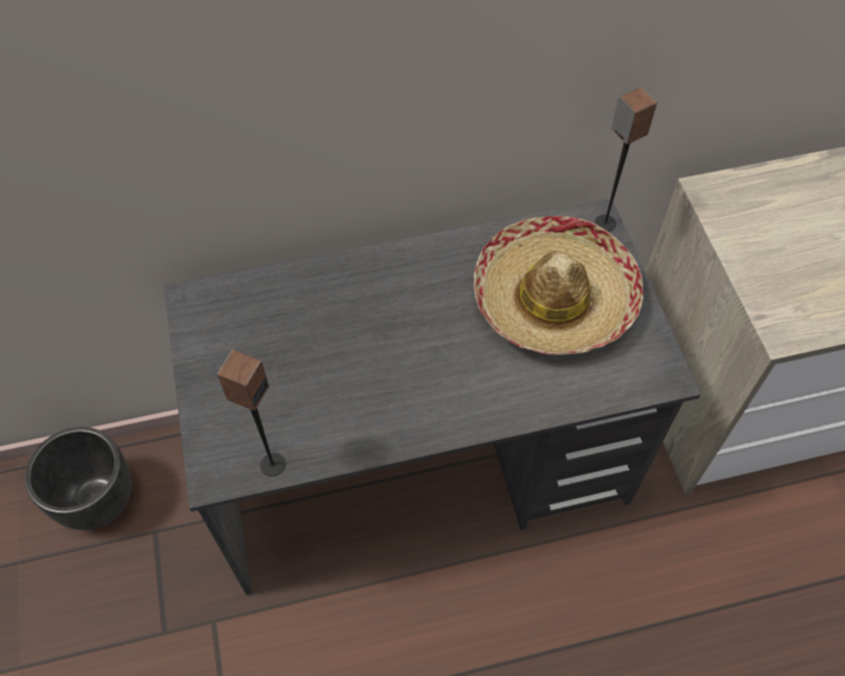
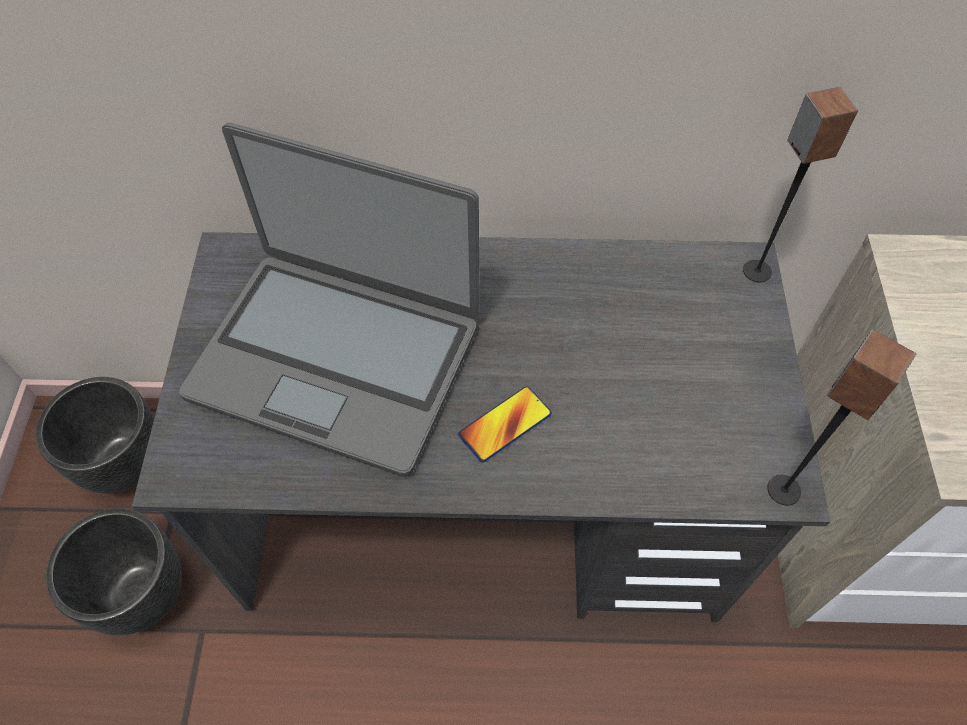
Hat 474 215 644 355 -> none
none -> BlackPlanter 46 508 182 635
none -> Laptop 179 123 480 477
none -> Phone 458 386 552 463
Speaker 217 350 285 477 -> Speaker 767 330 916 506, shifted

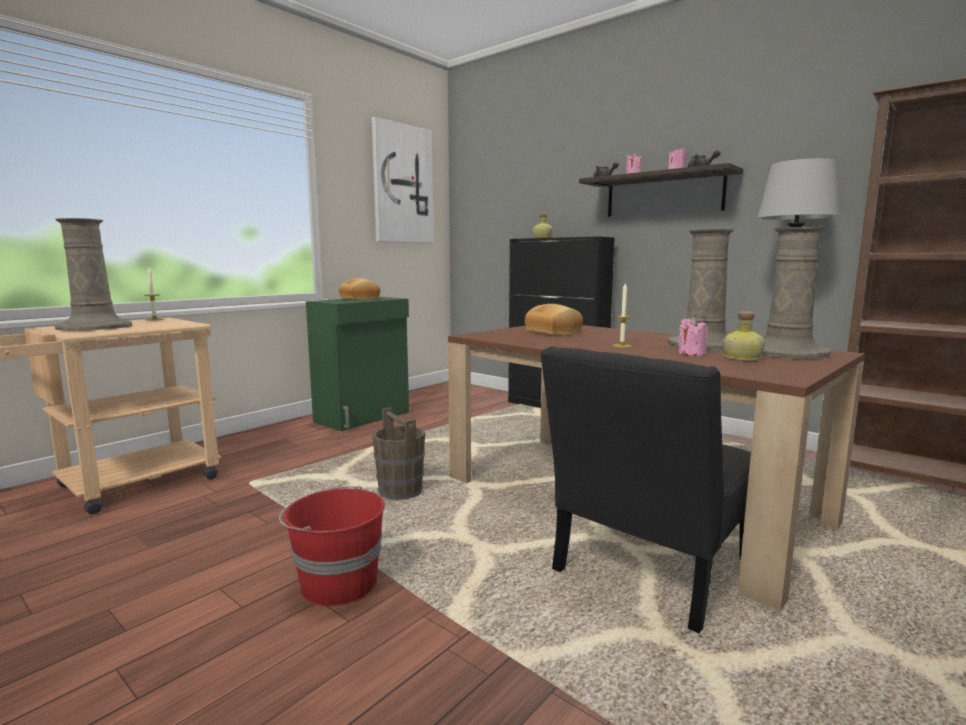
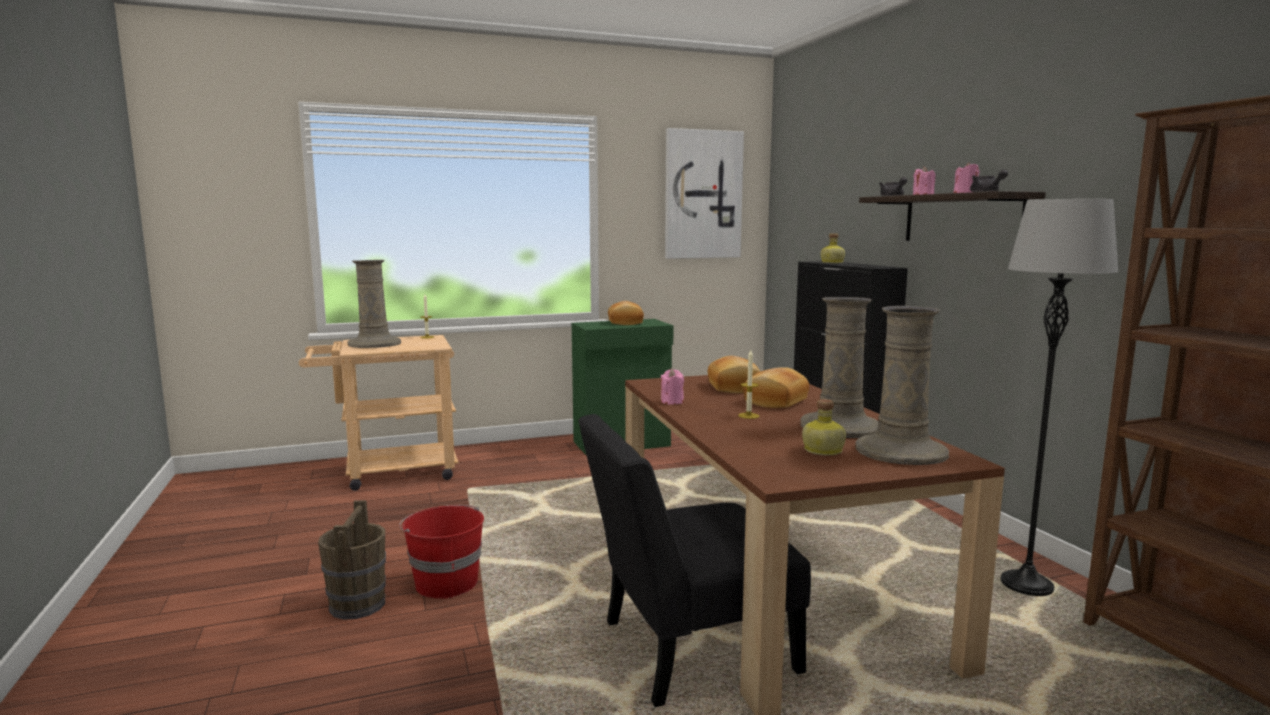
none -> Bread 743 367 809 408
BrownBucket 372 407 425 500 -> BrownBucket 318 500 386 620, shifted
PinkCandle 678 317 708 356 -> PinkCandle 660 369 684 405, shifted

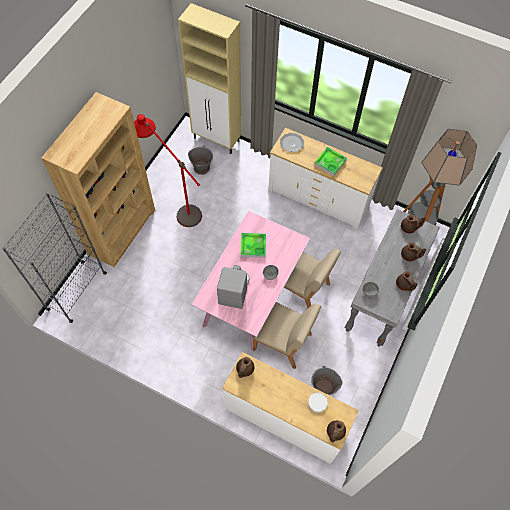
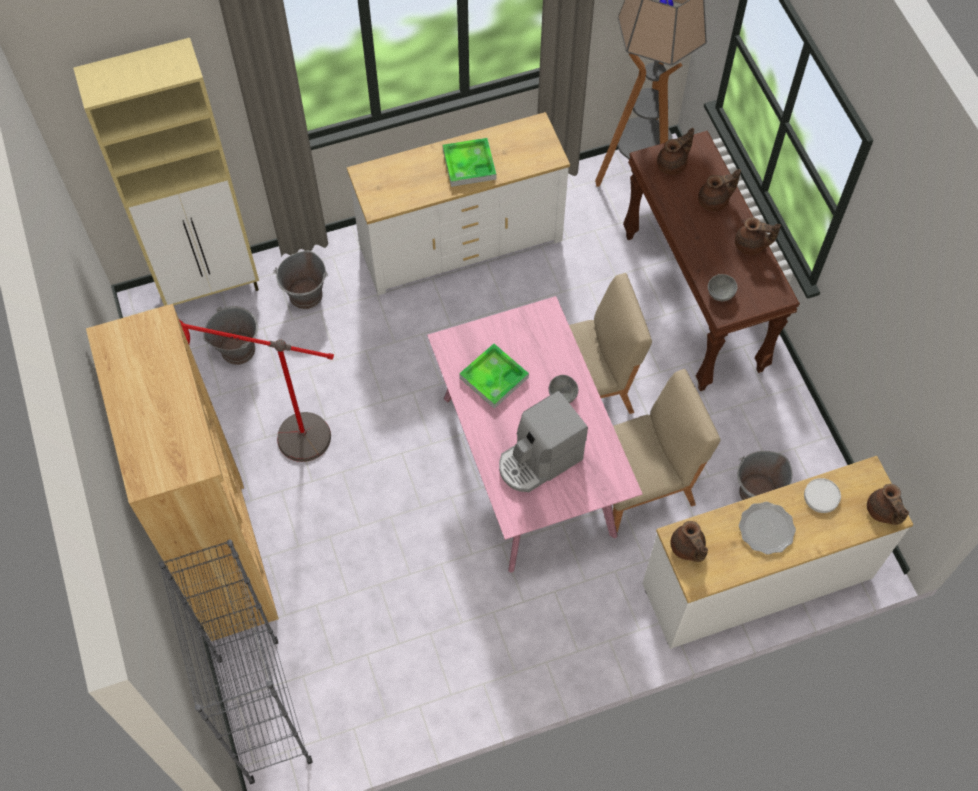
none -> GreyBucket 273 251 328 309
Plate 280 133 304 152 -> Plate 739 502 796 555, shifted
GreyConsoleTable 345 209 440 347 -> BrownConsoleTable 623 131 800 391
CoffeeMachine 217 265 250 309 -> CoffeeMachine 499 391 588 492, 90 degrees counterclockwise

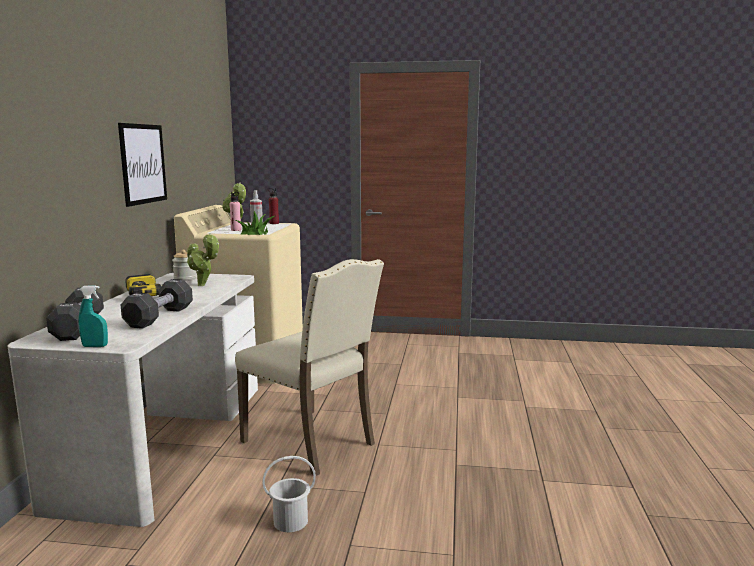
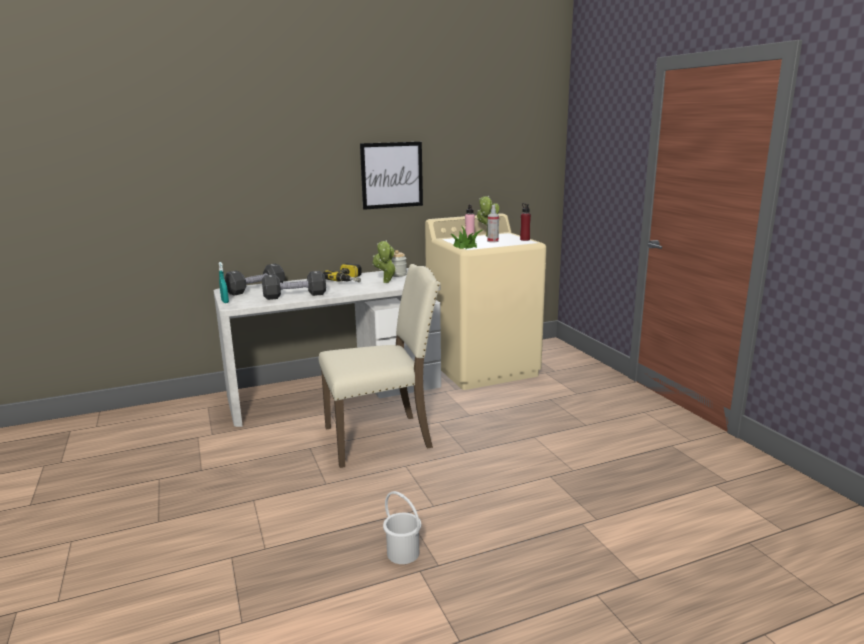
WhiteBucket 262 456 316 532 -> WhiteBucket 383 491 421 564, shifted
BeigeChair 235 259 384 476 -> BeigeChair 319 264 441 468, 120 degrees counterclockwise

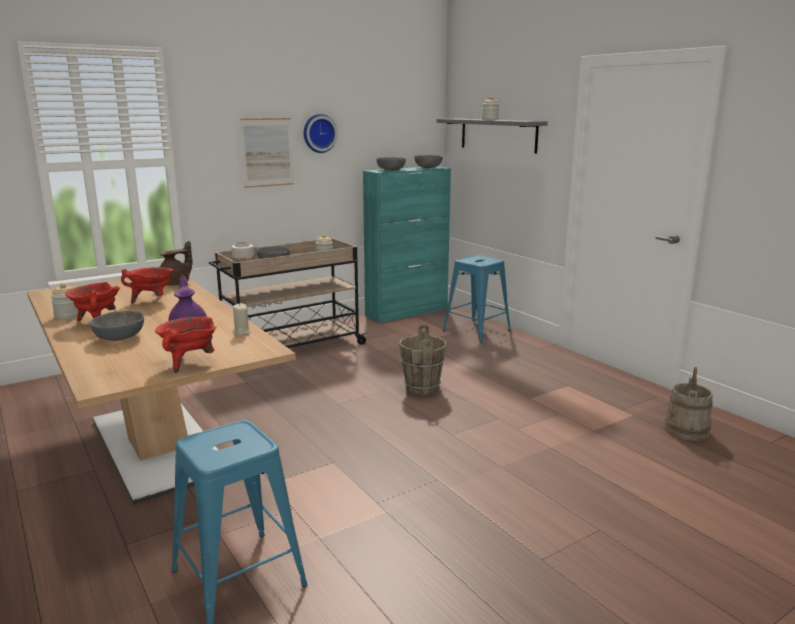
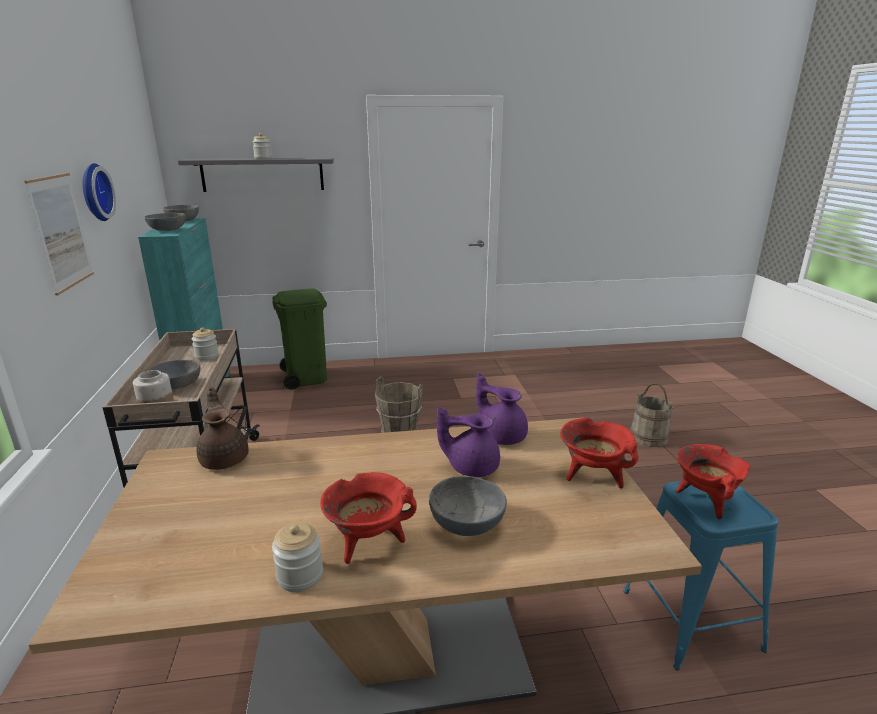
RedCookingPot 121 267 173 304 -> RedCookingPot 676 444 751 519, shifted
BeigeBucket 664 367 713 441 -> BeigeBucket 630 383 674 447, shifted
BeigeCandle 233 303 250 335 -> PurpleTeapot 476 373 528 445
BlueStool 443 255 511 343 -> GreenTrashCan 272 289 327 390

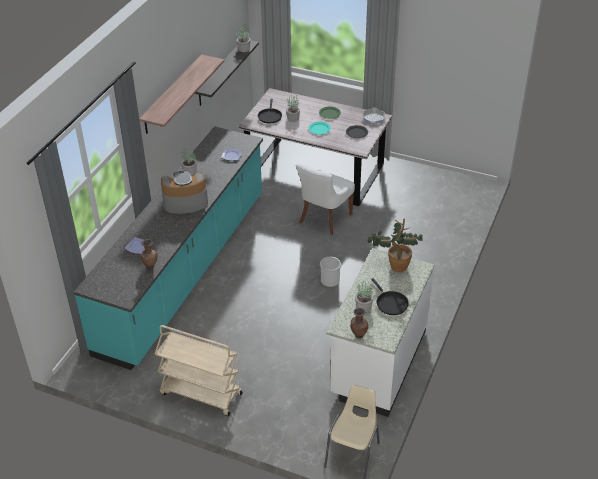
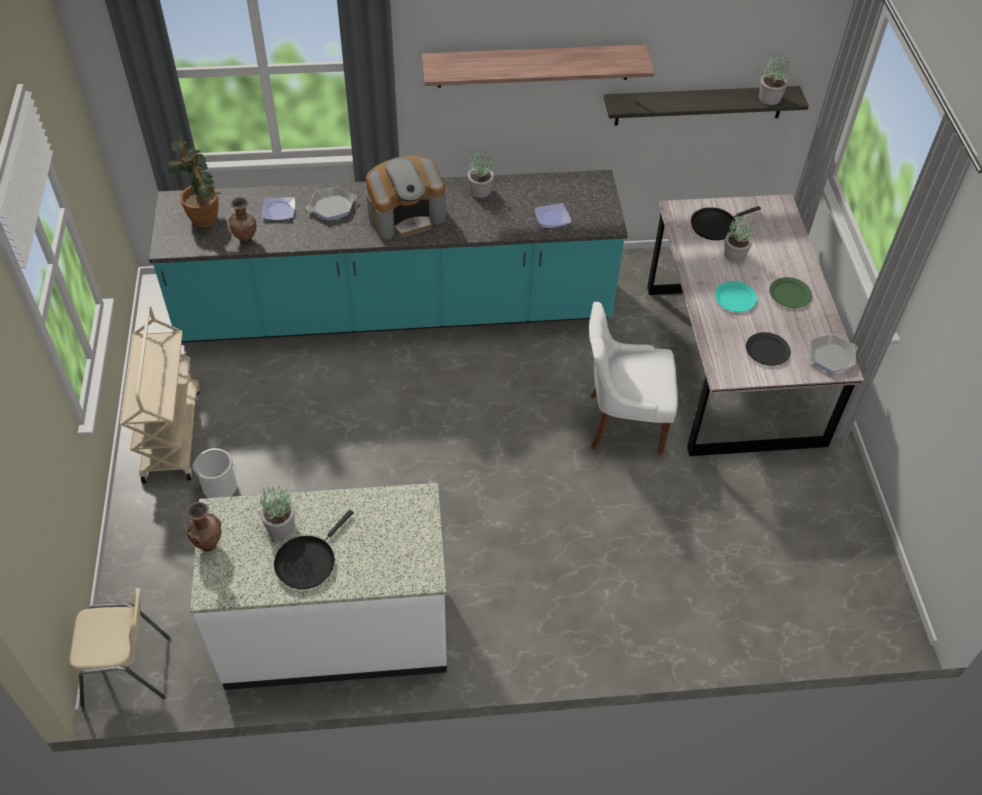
none -> FryingPan 306 187 357 221
Bucket 320 257 341 287 -> Bucket 192 448 237 498, shifted
PottedPlant 367 218 423 272 -> PottedPlant 167 136 221 228, shifted
CoffeeMachine 161 171 208 214 -> CoffeeMachine 366 156 446 239, 105 degrees clockwise

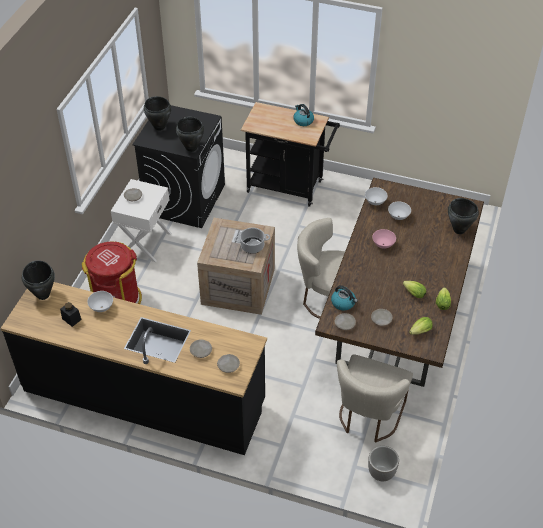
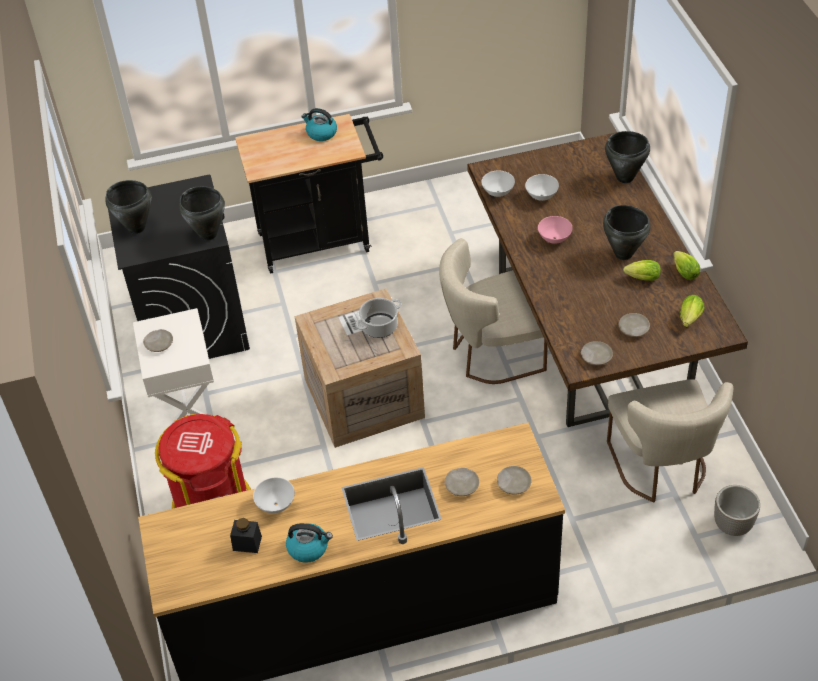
BlackCookingPot 22 260 55 300 -> BlackCookingPot 603 205 650 260, shifted
Kettle 331 285 358 310 -> Kettle 286 523 333 563, shifted

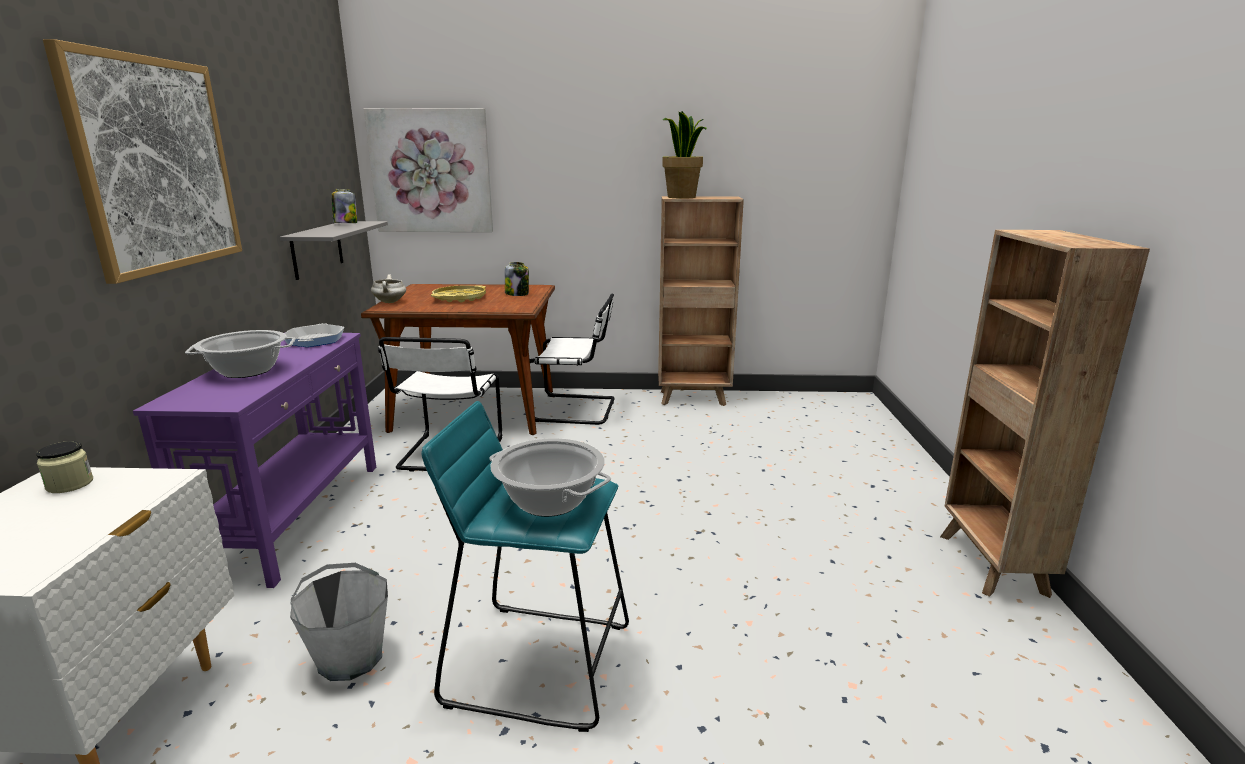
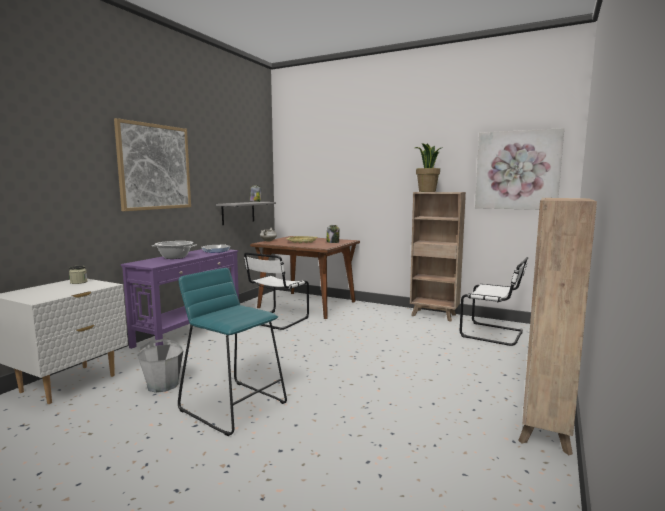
CookingPot 489 438 611 517 -> none
Picture 364 108 493 232 -> Picture 475 128 564 210, shifted
WhiteChair 530 293 615 425 -> WhiteChair 460 257 528 346, shifted

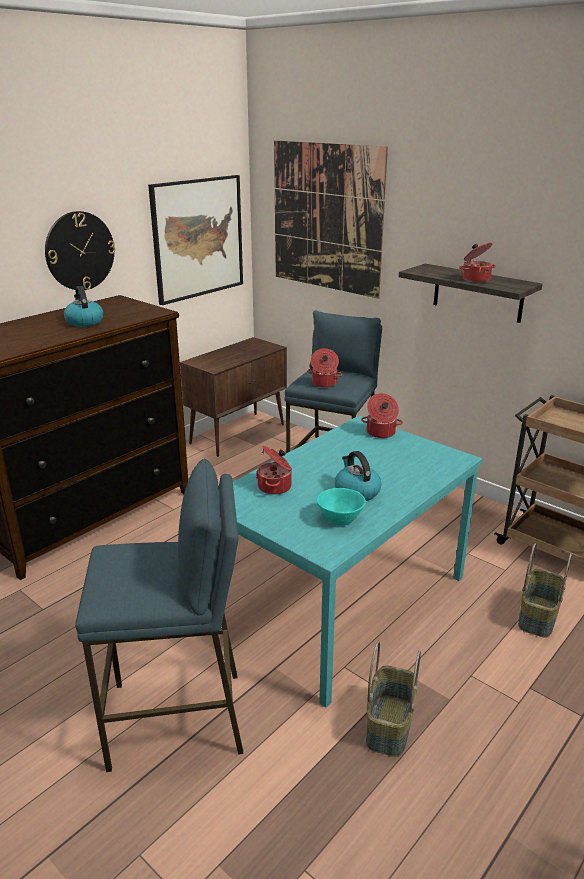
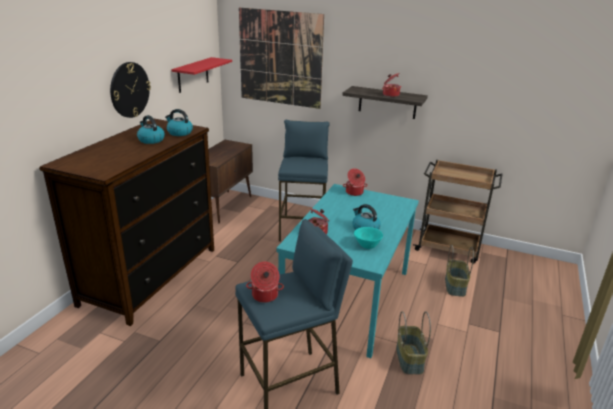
none -> Kettle 165 109 193 136
CookingPot 307 348 342 388 -> CookingPot 246 262 284 303, shifted
Picture 148 175 243 305 -> RedShelf 171 57 232 93

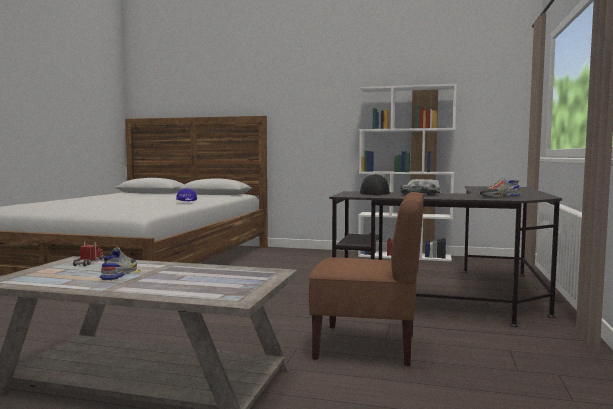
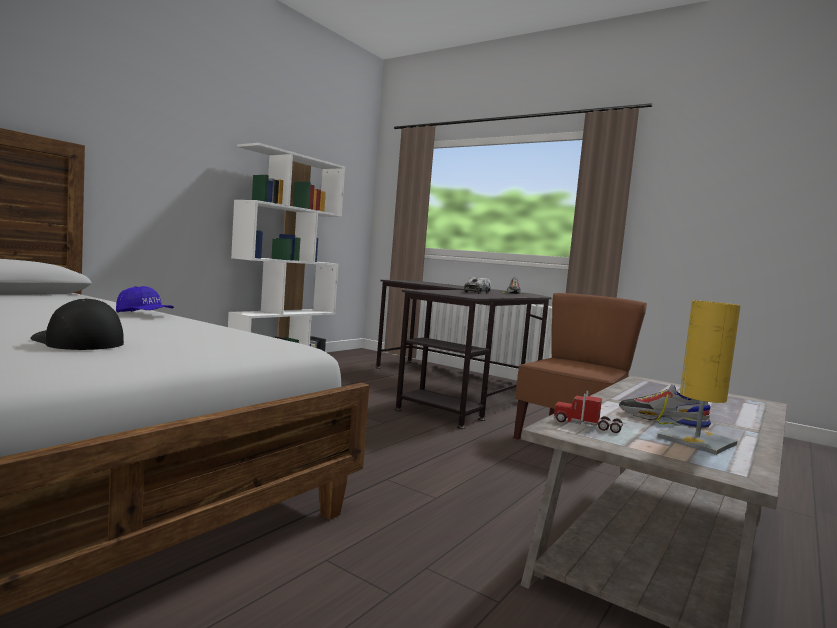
none -> YellowTableLamp 657 300 741 455
Cap 360 174 391 195 -> Cap 30 298 124 350, shifted

